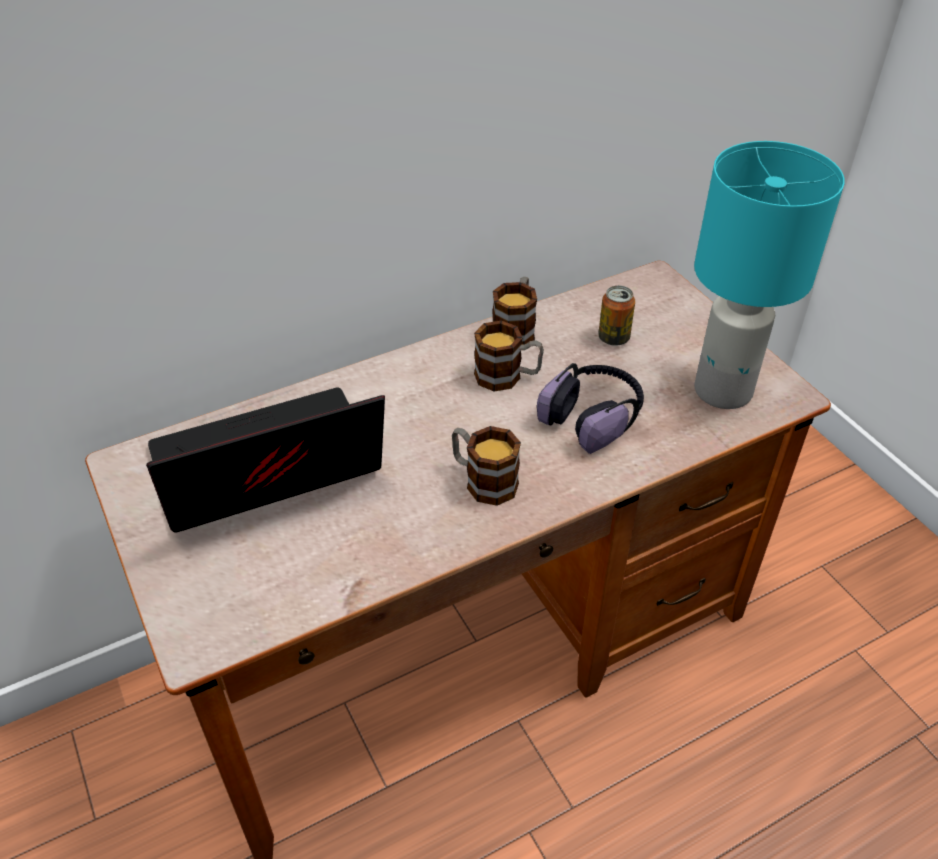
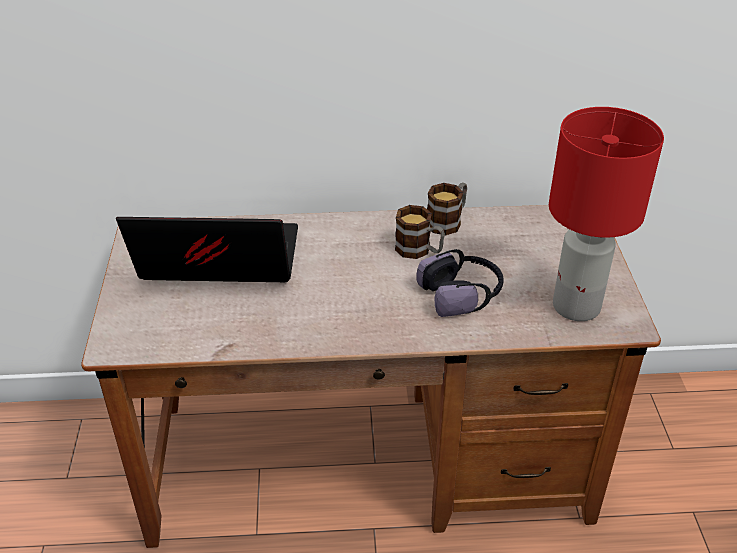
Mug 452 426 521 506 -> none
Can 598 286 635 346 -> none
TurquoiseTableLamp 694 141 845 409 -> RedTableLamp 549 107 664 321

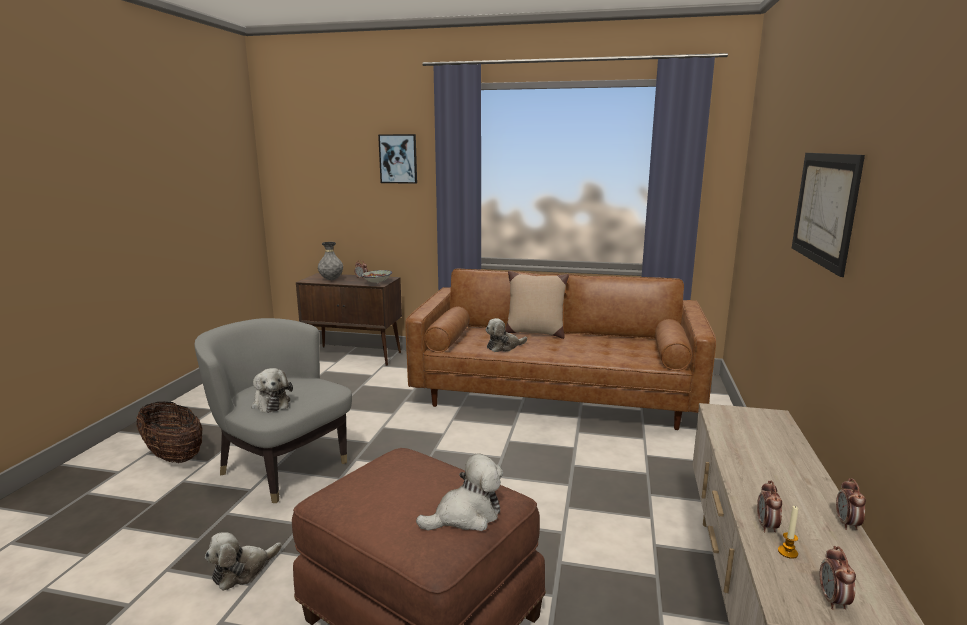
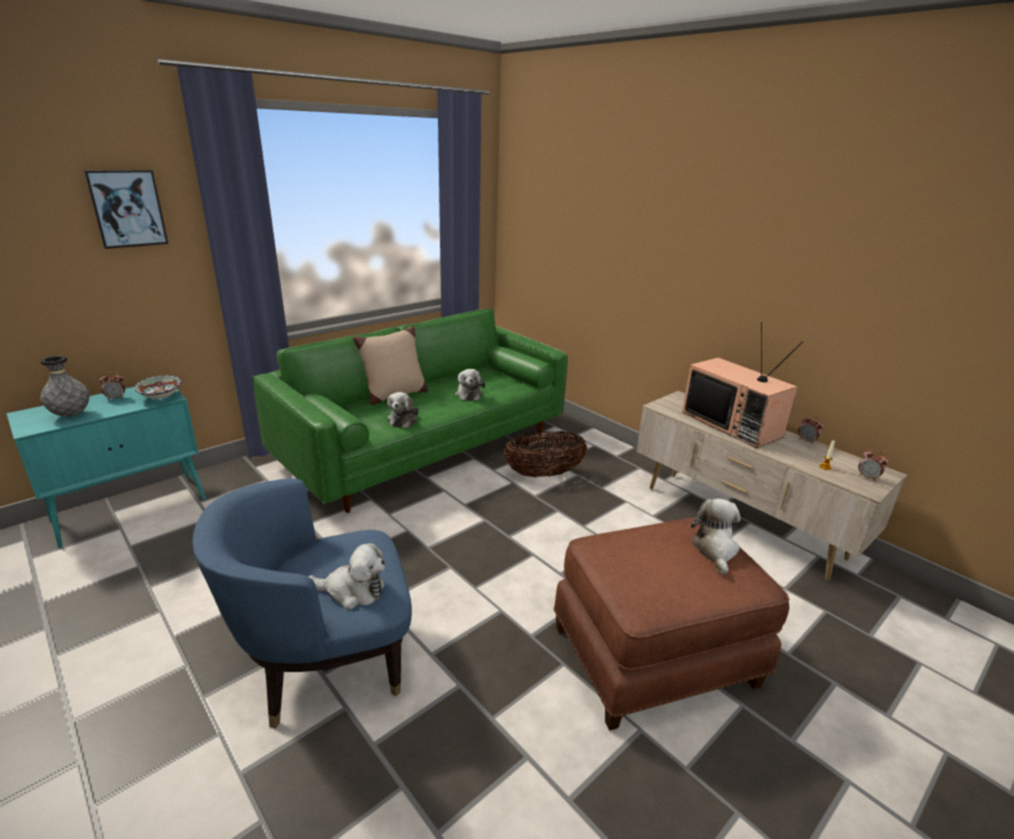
AlarmClock 757 481 782 532 -> none
Picture 792 153 865 277 -> none
none -> Television 682 322 803 448
Basket 136 401 203 463 -> Basket 504 431 587 477, shifted
PlushToy 205 532 282 591 -> PlushToy 455 369 485 401, shifted
GreyArmchair 194 318 352 503 -> BlueArmchair 192 478 412 729
BrownCabinet 296 273 402 366 -> TurquoiseCabinet 6 387 206 548
BrownSofa 406 269 716 430 -> GreenSofa 252 308 568 513

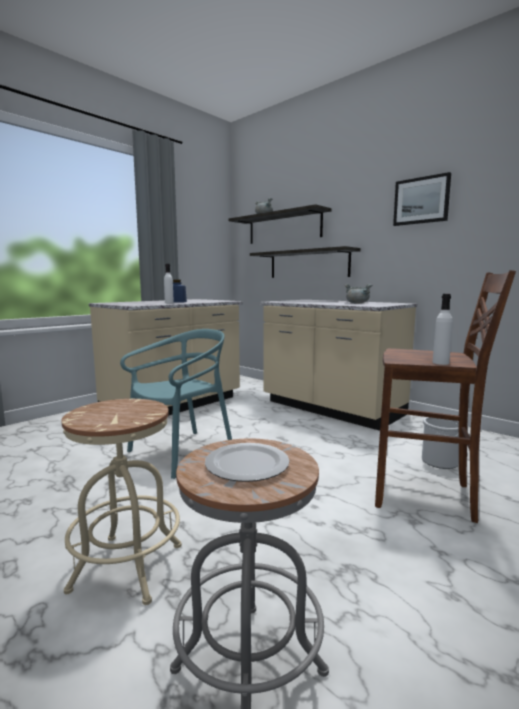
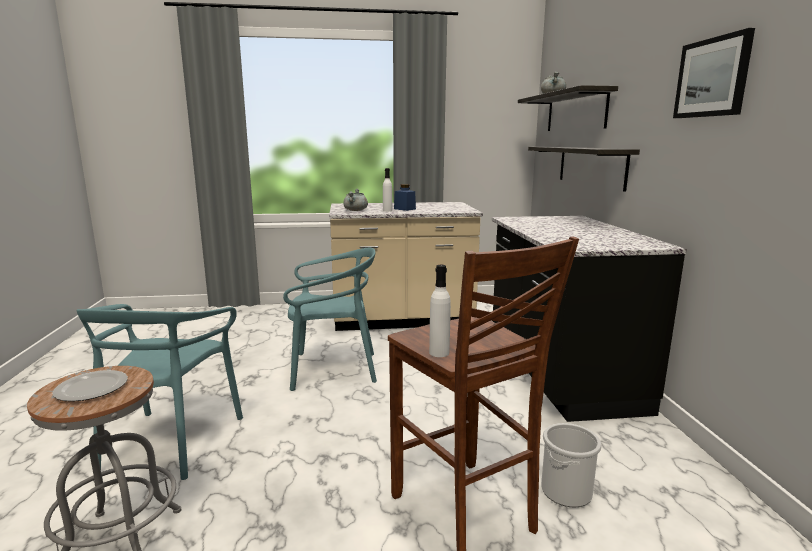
GreyCookingPot 345 284 372 304 -> GreyCookingPot 343 188 368 211, shifted
BeigeStool 61 399 182 605 -> TurquoiseChair 76 304 243 480
BeigeCounter 260 300 417 431 -> BlackCounter 492 216 687 422

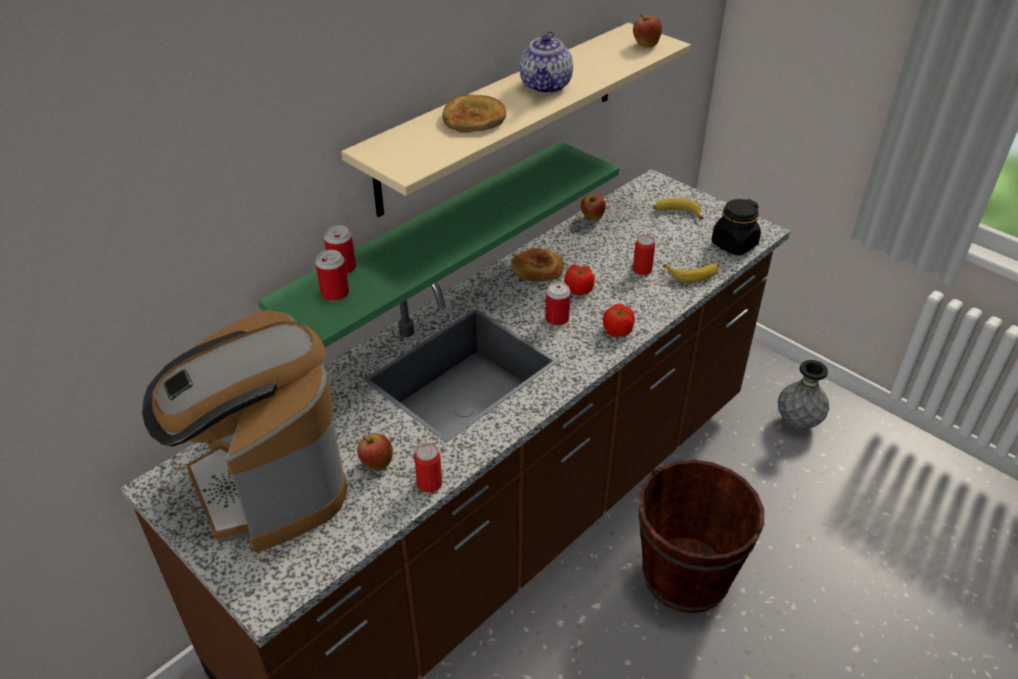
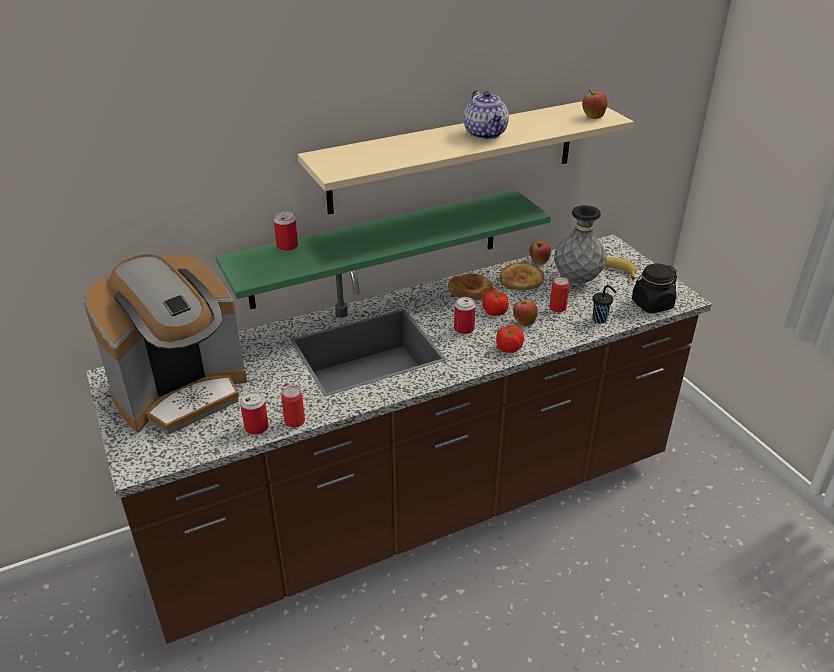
BrownBucket 638 460 764 613 -> none
Can 315 250 349 301 -> Can 240 391 269 435, shifted
Apple 357 433 393 471 -> Apple 513 298 538 326, shifted
Bread 443 95 506 133 -> Bread 499 263 544 290, shifted
GreyVase 778 360 829 429 -> GreyVase 554 205 607 284, shifted
Banana 663 263 719 283 -> BlackCup 593 285 617 324
CoffeeMachine 142 310 347 552 -> CoffeeMachine 84 254 247 434, 120 degrees counterclockwise
Teapot 519 31 573 94 -> Teapot 464 90 509 140, 45 degrees counterclockwise

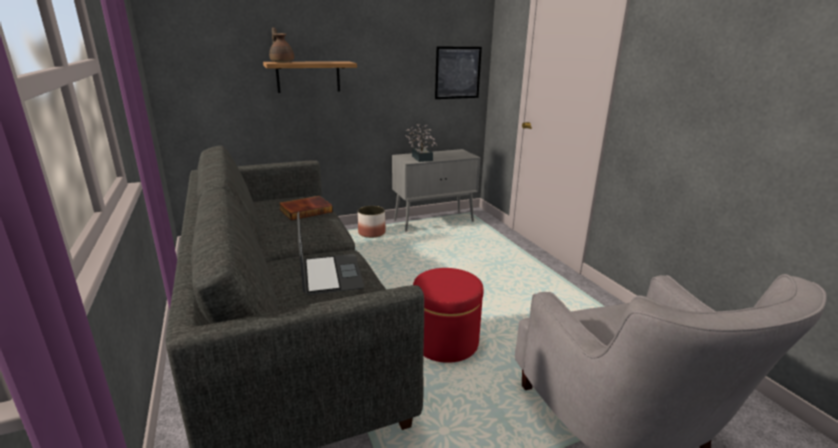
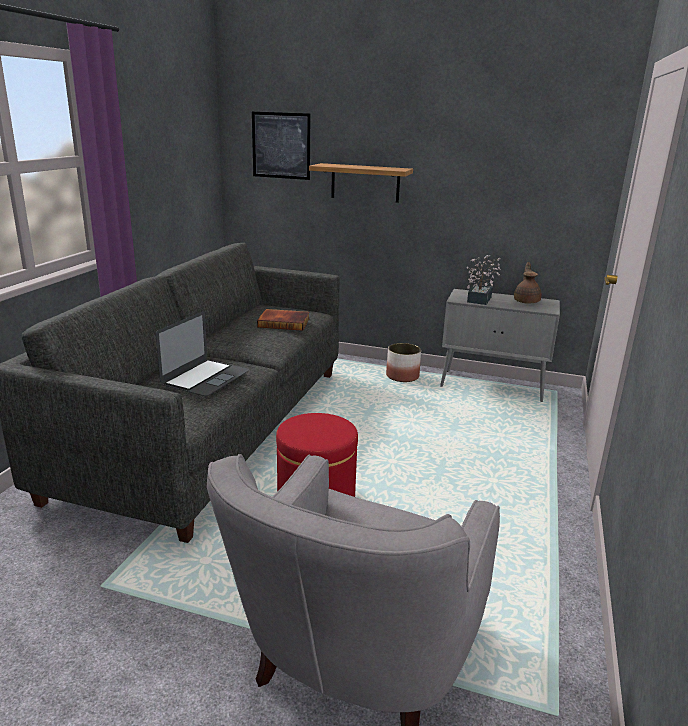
BrownTeapot 269 27 294 63 -> BrownTeapot 514 262 541 304, shifted
Picture 435 46 482 99 -> Picture 252 112 310 180, shifted

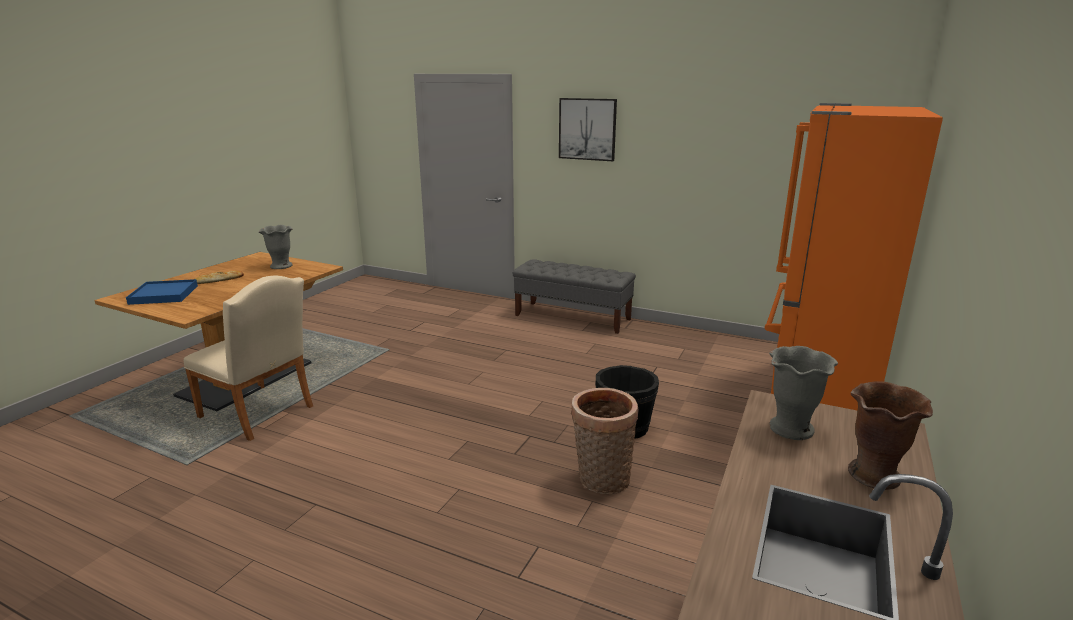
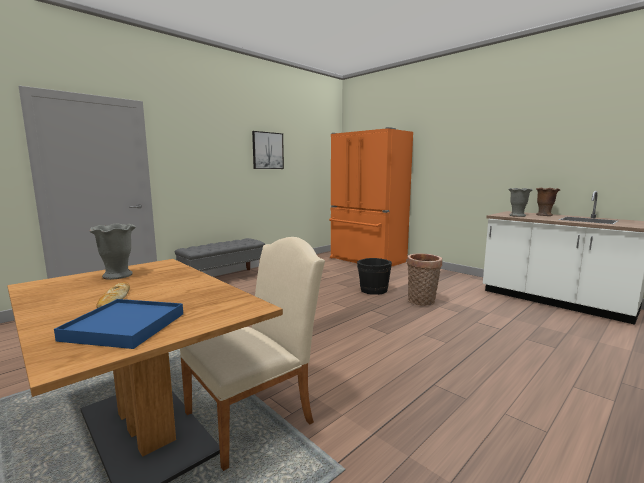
Picture 559 98 617 161 -> Picture 252 131 284 169, shifted

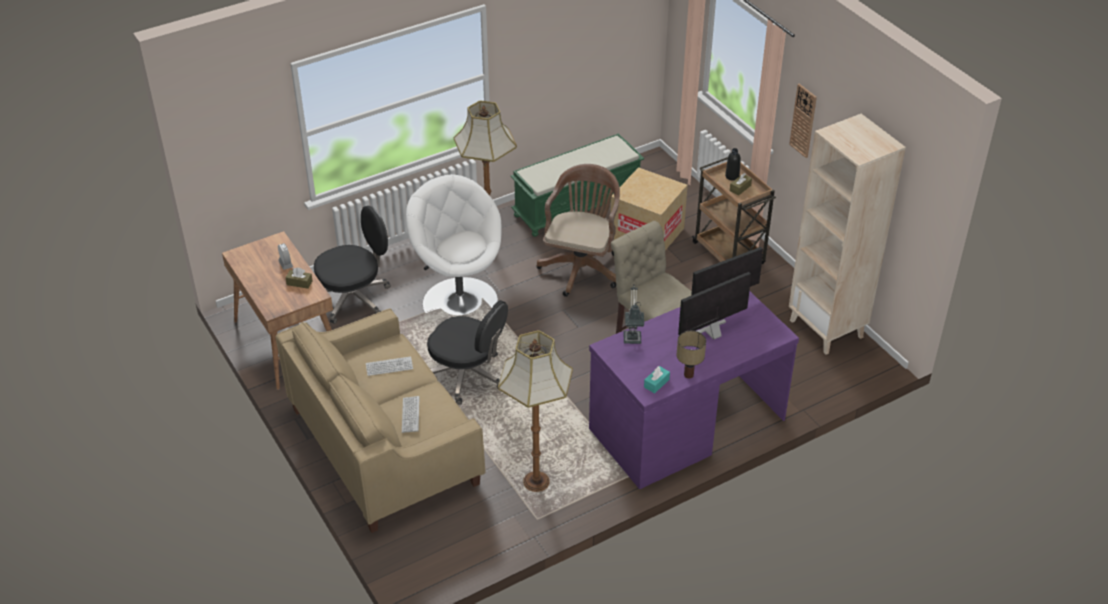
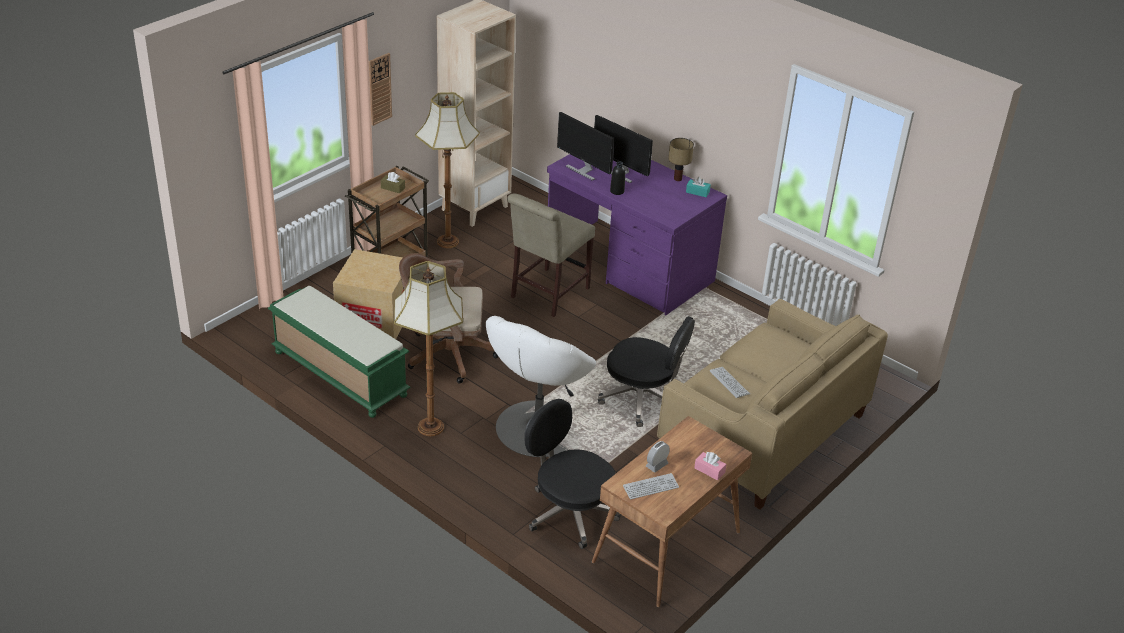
BrownTissueBox 285 267 313 289 -> none
TableLamp 624 285 644 344 -> none
none -> PinkTissueBox 694 452 727 480
Keyboard 402 396 419 433 -> Keyboard 623 473 679 499, shifted
FloorLamp 498 330 573 492 -> FloorLamp 415 92 480 248, shifted
BlackBottle 725 148 741 180 -> BlackBottle 610 161 625 195, shifted
BlackOfficeChair 427 300 508 405 -> BlackOfficeChair 598 316 695 427, 105 degrees clockwise

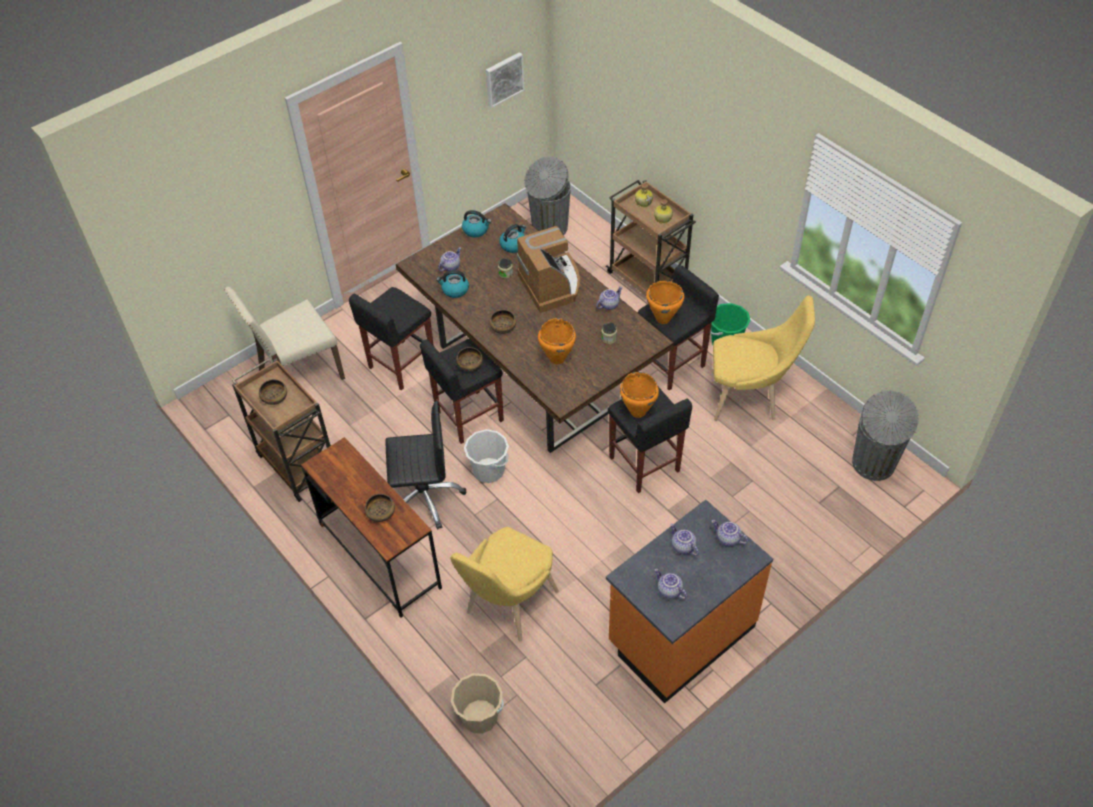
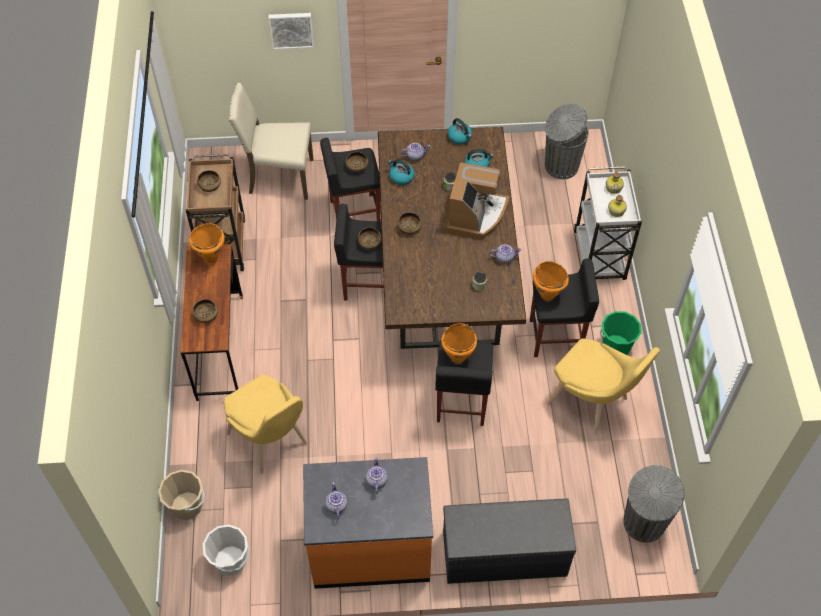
BlackOfficeChair 386 401 466 529 -> none
Teapot 712 520 748 546 -> none
none -> Bowl 345 152 368 173
none -> GreyBench 443 499 576 584
WhiteBucket 464 429 509 483 -> WhiteBucket 203 525 250 576, shifted
Picture 486 52 524 108 -> Picture 269 13 314 50, shifted
OrangeCookingPot 538 318 576 364 -> OrangeCookingPot 189 223 225 263, shifted
BrownCart 606 180 696 296 -> WhiteCart 574 166 642 280
YellowChair 450 527 559 641 -> YellowChair 224 374 308 474, 105 degrees counterclockwise

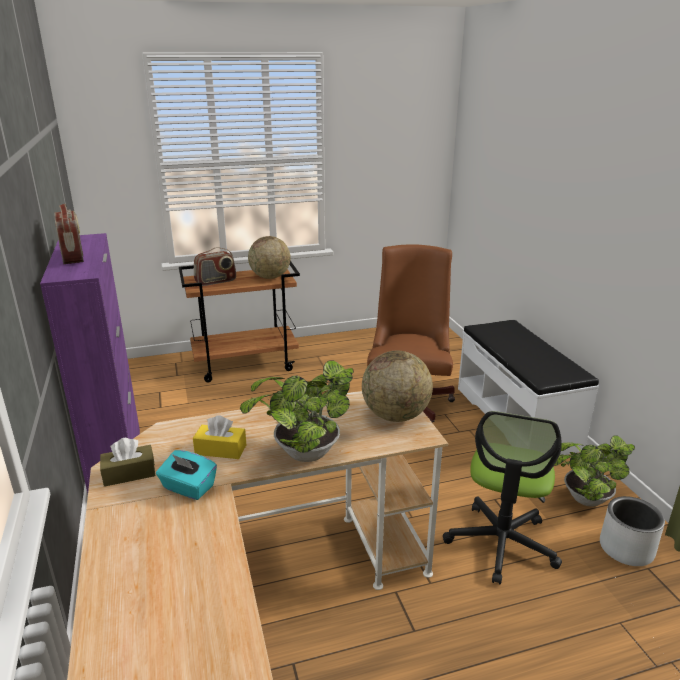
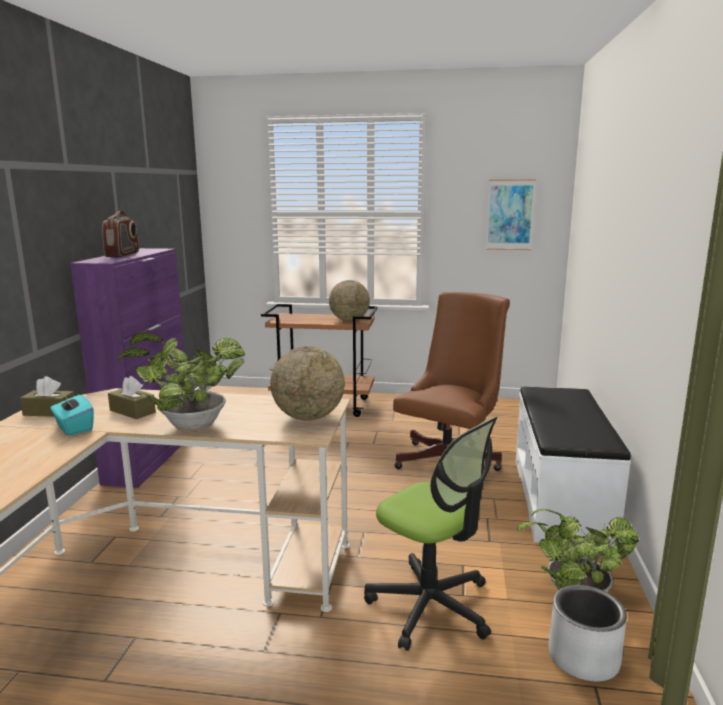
Radio 194 247 236 286 -> none
none -> Picture 486 179 536 250
YellowTissueBox 193 415 246 459 -> BrownTissueBox 108 376 156 419
OfficeChair 443 411 562 585 -> OfficeChair 364 417 498 651, 90 degrees counterclockwise

